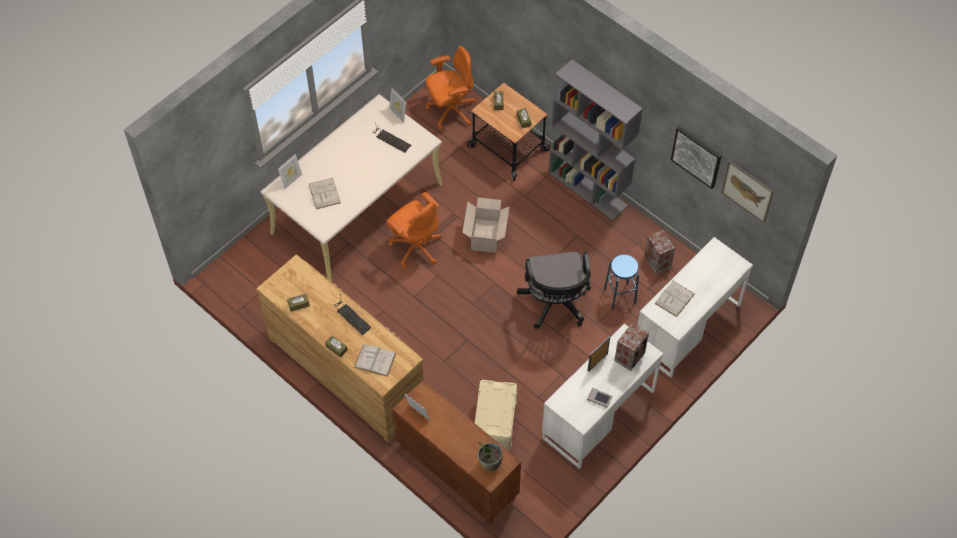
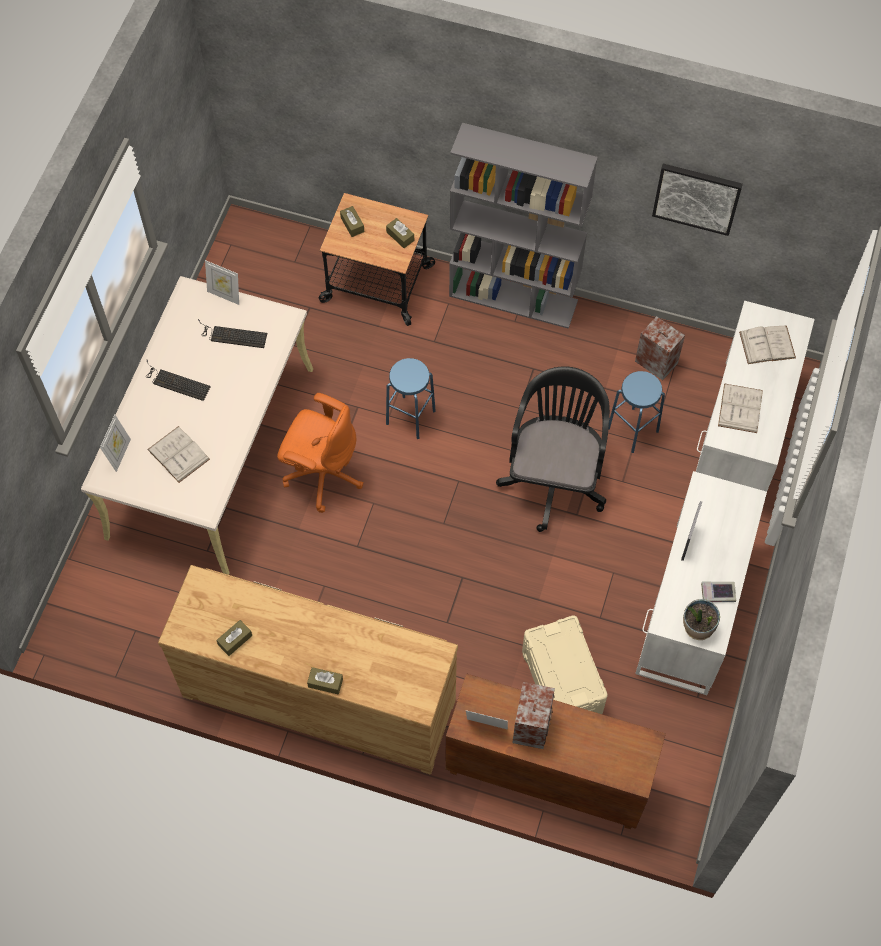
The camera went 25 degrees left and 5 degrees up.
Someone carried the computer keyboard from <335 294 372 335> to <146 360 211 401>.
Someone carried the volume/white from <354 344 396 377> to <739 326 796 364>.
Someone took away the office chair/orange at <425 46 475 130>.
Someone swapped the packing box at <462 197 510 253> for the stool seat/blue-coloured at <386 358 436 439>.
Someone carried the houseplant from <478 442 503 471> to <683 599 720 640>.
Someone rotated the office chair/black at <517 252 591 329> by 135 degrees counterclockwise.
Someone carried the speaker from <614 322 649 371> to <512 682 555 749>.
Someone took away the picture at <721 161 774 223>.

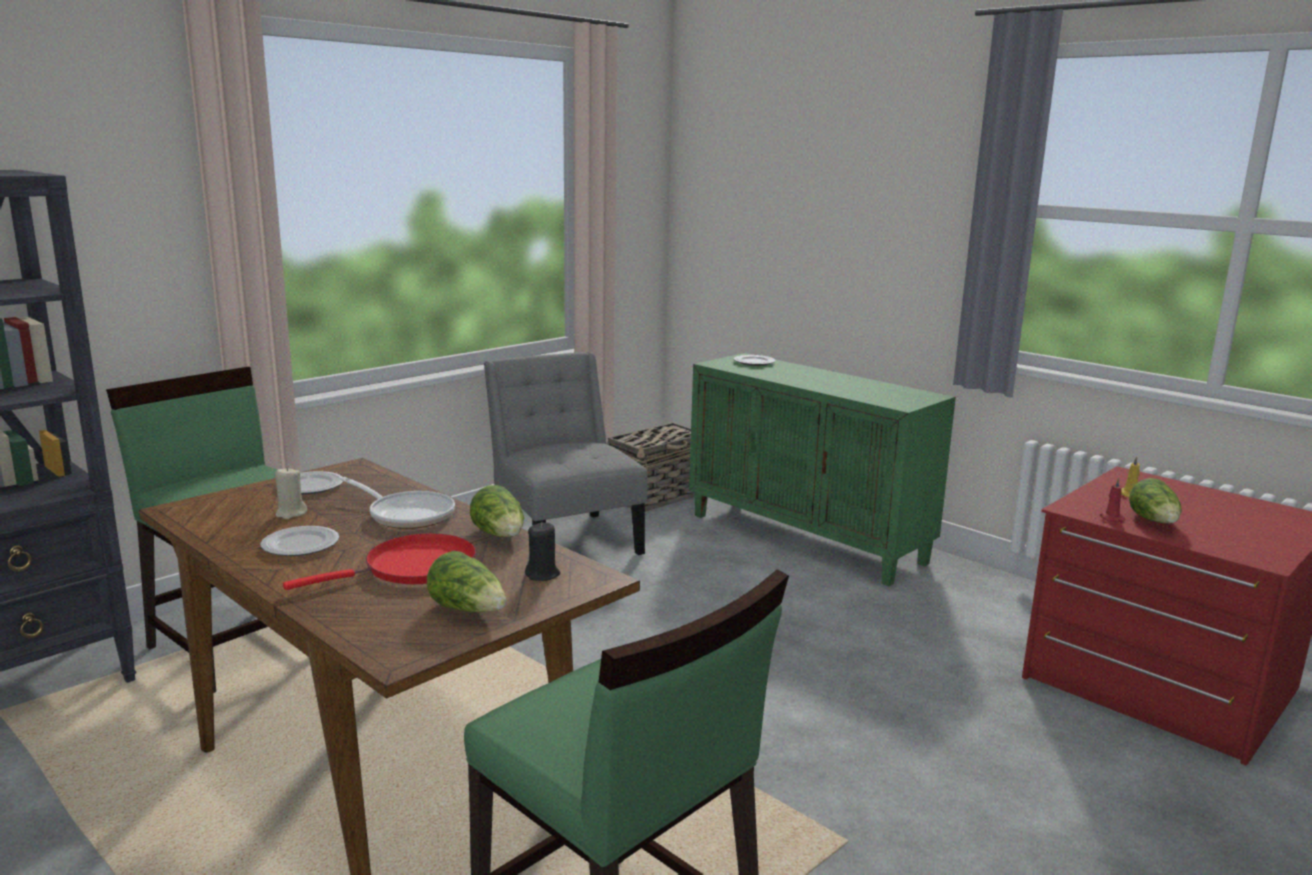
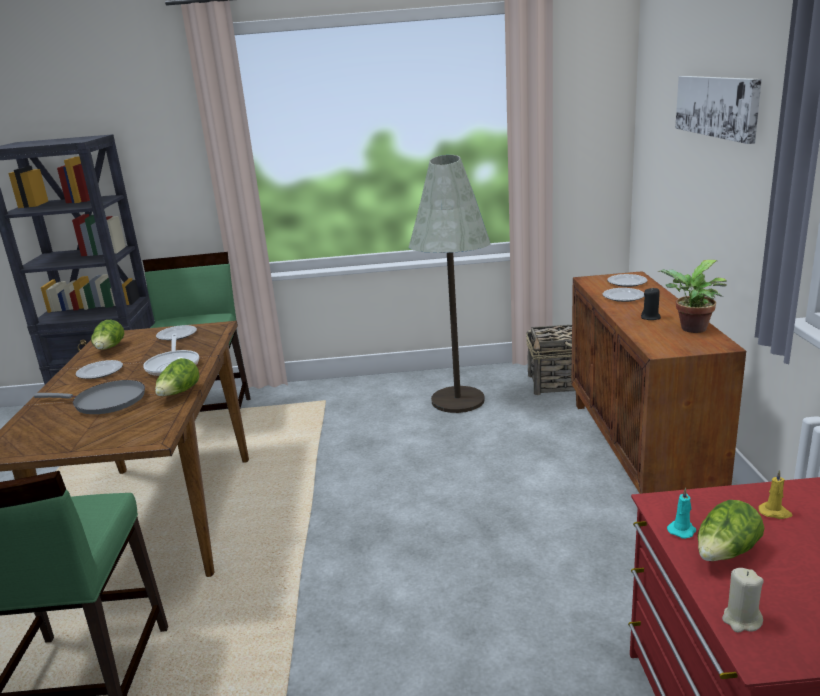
The camera went 45 degrees right and 5 degrees up.
Someone carried the candle/beige-coloured from <275 467 307 519> to <722 568 763 633>.
Someone repainted the frying pan/red at <283 533 476 590>, which became the frying pan/grey at <34 380 145 414>.
Someone carried the lettuce from <427 551 506 612> to <91 320 124 350>.
Someone swapped the chair/grey at <484 352 648 555> for the standing lamp/grey at <409 155 490 413>.
Someone carried the candle/black from <525 522 560 581> to <641 287 661 320>.
Someone repainted the storage cabinet/green-coloured at <689 353 956 586>, which became the storage cabinet/brown at <571 271 746 494>.
Someone repainted the candle/red at <1100 477 1126 522>, which became the candle/blue-green at <667 488 696 539>.
Someone put down the plate at <603 288 644 302>.
Someone put down the houseplant at <657 260 727 333>.
Someone put up the picture at <675 76 762 144>.

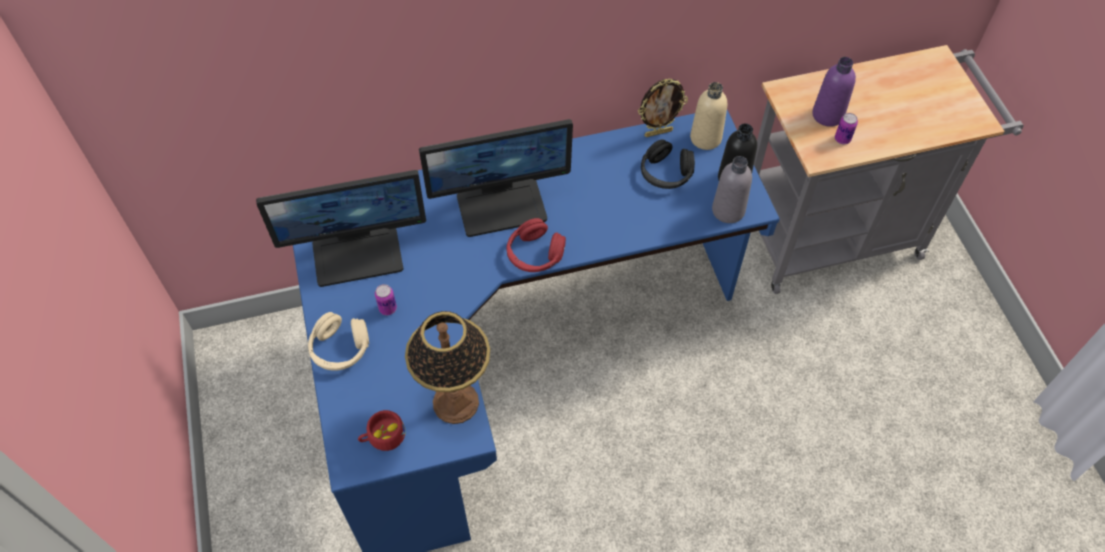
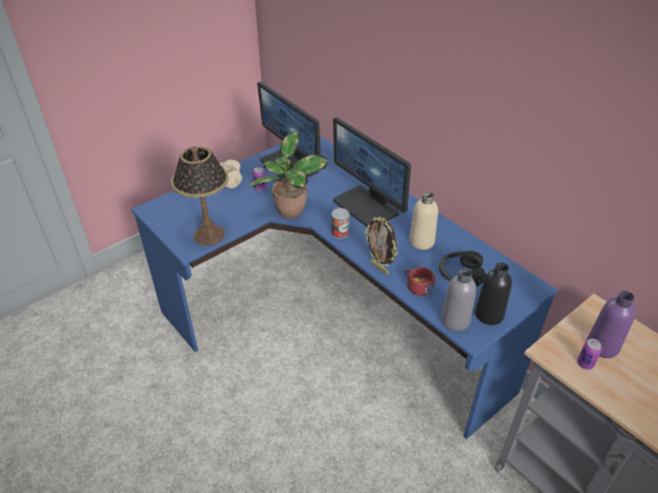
The camera went 65 degrees right and 15 degrees down.
Someone carried the drinking cup/red from <358 410 406 451> to <405 267 435 296>.
Someone swapped the headset/red at <507 218 566 272> for the can at <331 208 350 239>.
Someone carried the photo frame from <638 79 688 137> to <365 217 398 275>.
Someone carried the beverage bottle/beige-coloured from <690 82 727 150> to <409 191 438 250>.
Someone put down the houseplant at <249 132 328 218>.

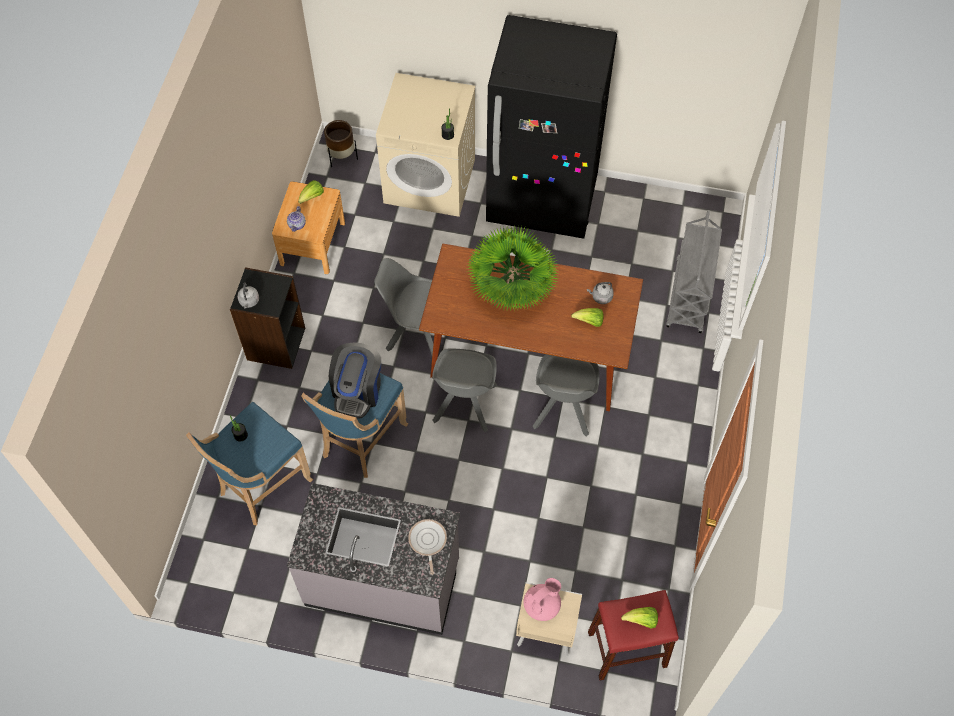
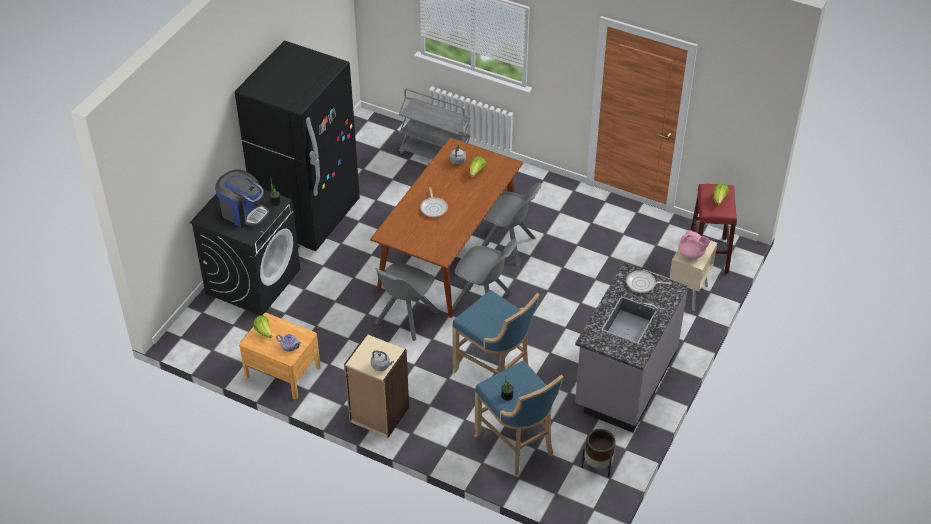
The camera went 75 degrees left and 15 degrees down.
Someone repainted the bookshelf/black at <230 267 305 369>, which became the bookshelf/beige-coloured at <344 334 409 438>.
Someone carried the plant pot/brown from <324 120 358 167> to <582 429 616 478>.
Someone carried the coffee machine from <329 342 381 418> to <215 169 269 227>.
Someone repainted the washing machine/beige-coloured at <376 73 475 217>, which became the washing machine/black at <190 189 300 316>.
Someone swapped the houseplant at <467 225 559 311> for the frying pan at <420 187 448 218>.
Someone rotated the pot for tea/pink-coloured at <523 578 561 621> by 150 degrees clockwise.

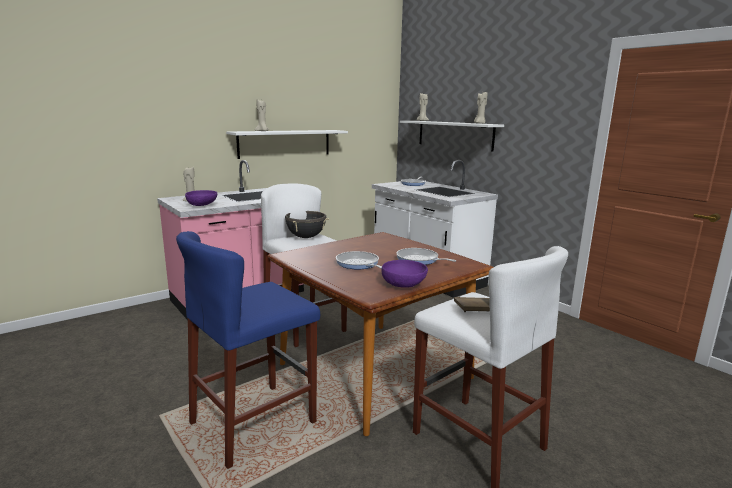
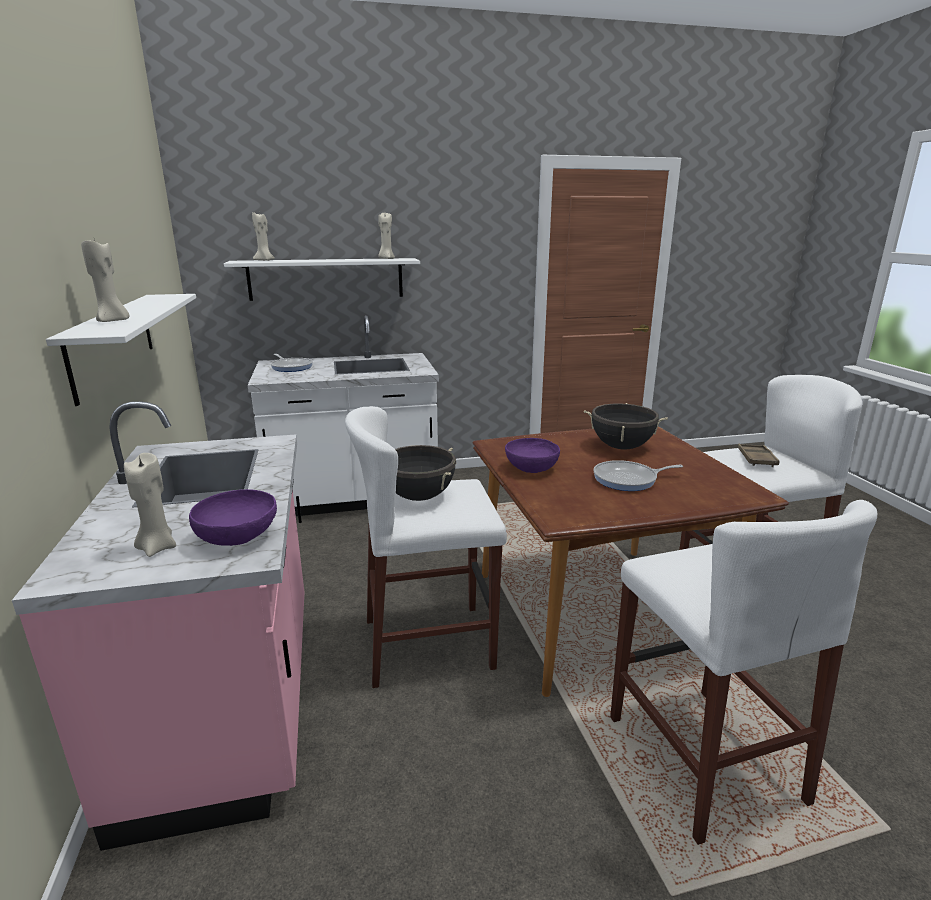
The camera went 65 degrees left and 5 degrees up.
Someone repainted the stool seat/blue-coloured at <176 231 320 469>, which became the stool seat/white at <610 500 877 845>.
Someone carried the bowl/purple-coloured from <382 260 428 288> to <505 438 560 473>.
Someone swapped the frying pan at <396 248 456 265> for the cooking pot/black at <584 403 668 450>.

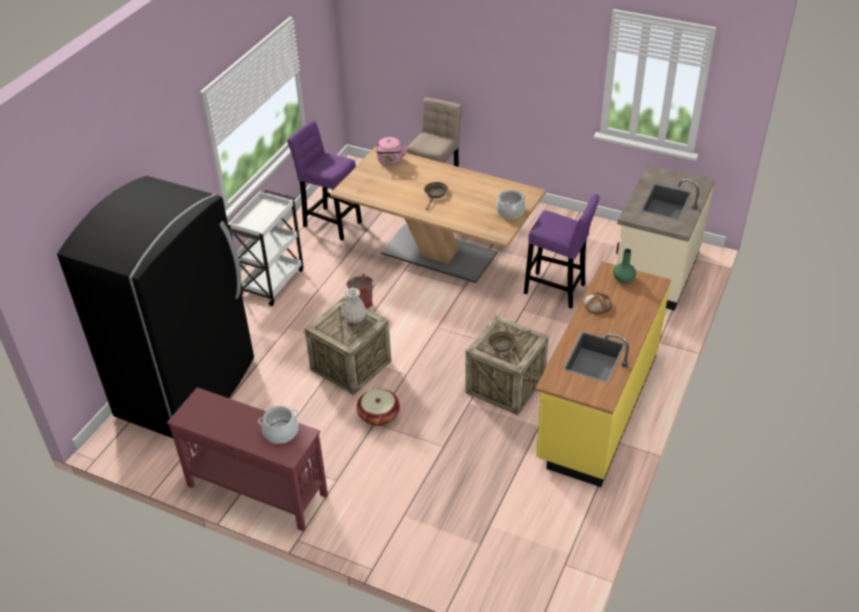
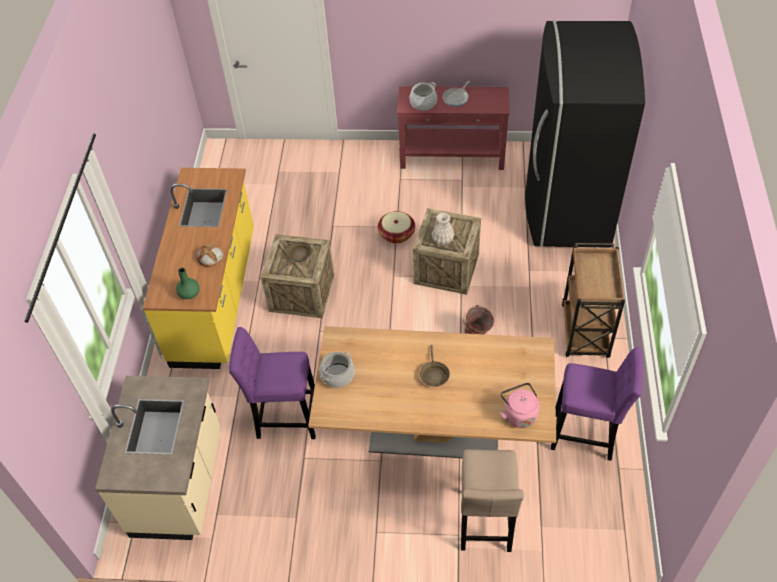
The camera went 160 degrees right and 10 degrees up.
Someone repainted the wheeled cart/white at <228 190 303 306>, which became the wheeled cart/brown at <562 243 625 358>.
Someone put down the frying pan at <443 81 470 107>.

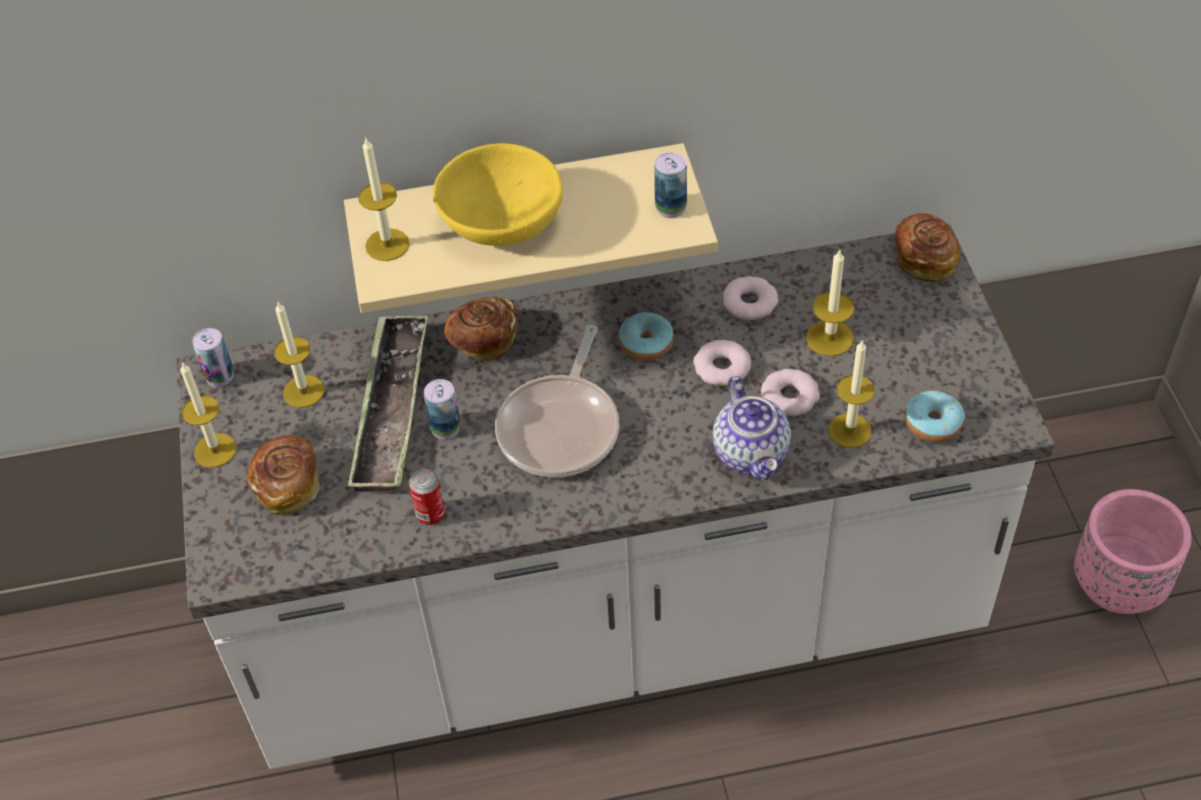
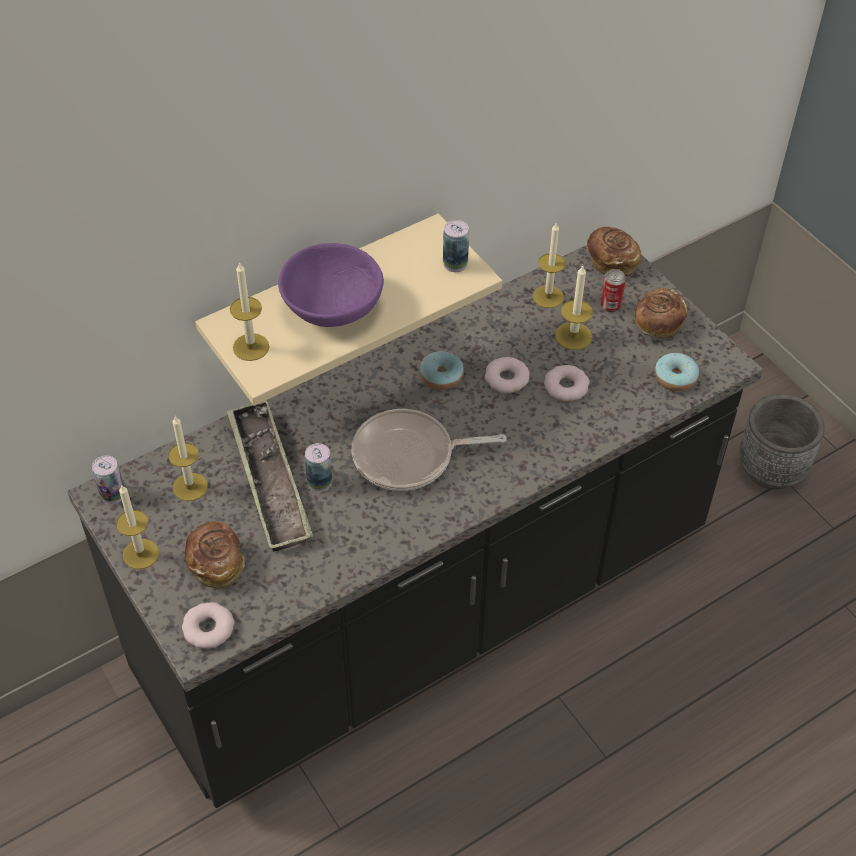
The camera went 25 degrees left and 0 degrees up.
Someone repainted the counter/white at <176 224 1055 769>, which became the counter/black at <67 245 763 808>.
Someone carried the can from <409 469 445 525> to <600 269 626 312>.
Someone repainted the bowl/yellow at <433 143 563 246>, which became the bowl/purple-coloured at <278 243 384 327>.
Someone carried the bread from <444 296 518 361> to <635 288 687 338>.
Someone rotated the frying pan at <495 325 619 478> by 90 degrees clockwise.
Someone took away the pot for tea at <713 376 791 481>.
Someone carried the donut from <723 276 778 320> to <182 602 234 649>.
Someone carried the candle from <829 340 874 448> to <533 223 565 308>.
Someone repainted the plant pot/pink-coloured at <1074 489 1192 614>, which became the plant pot/grey at <739 394 825 490>.

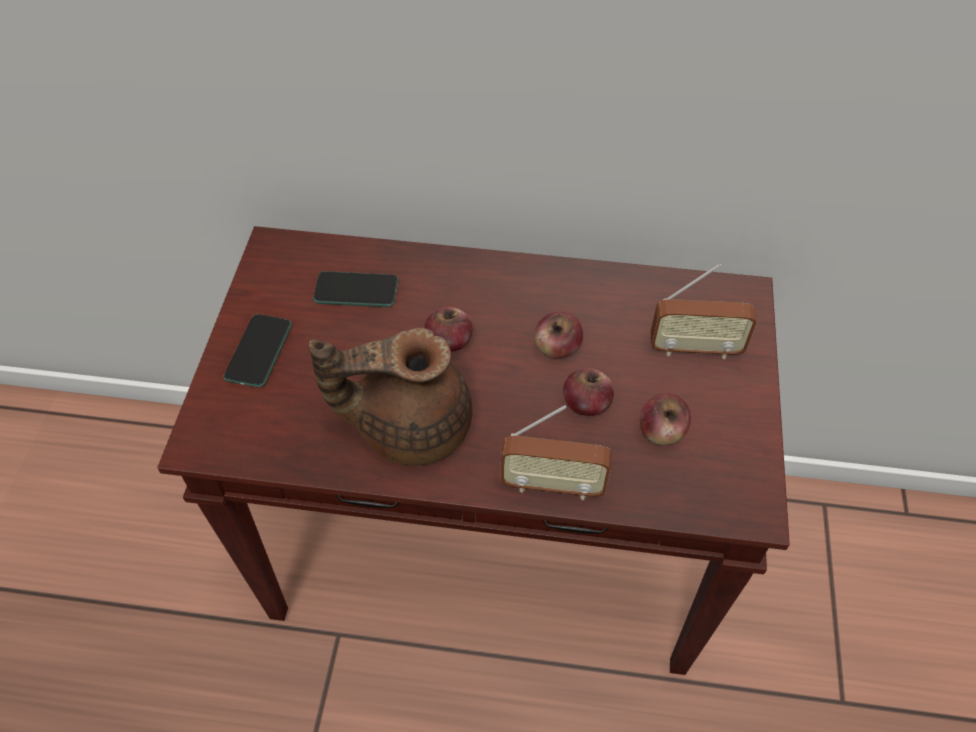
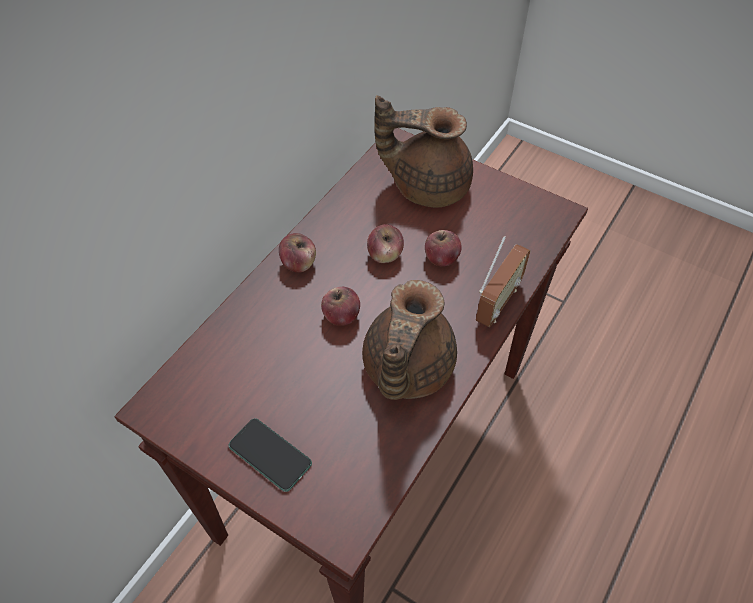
The camera went 65 degrees left and 0 degrees up.
Someone took away the phone at <313 271 398 307>.
Someone carried the apple from <640 393 691 445> to <279 233 316 273>.
Someone swapped the radio at <651 263 757 359> for the pot for tea/brown at <374 95 473 207>.

